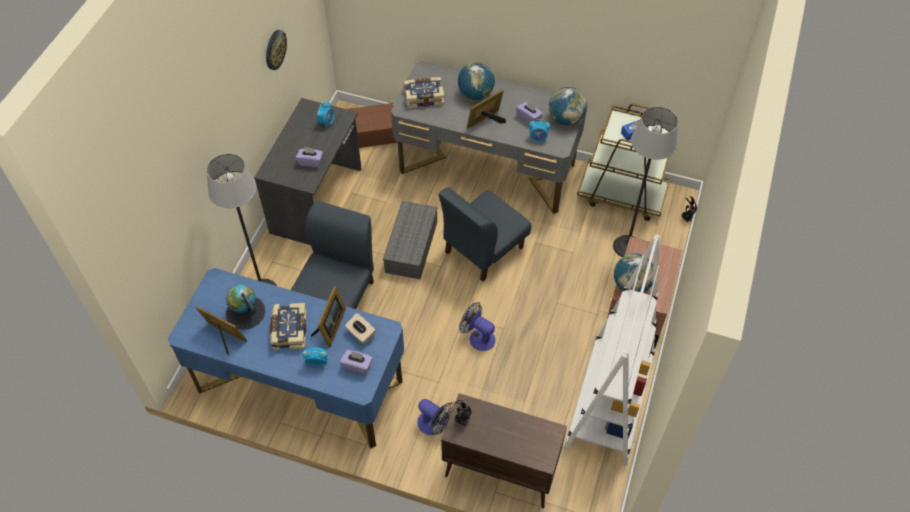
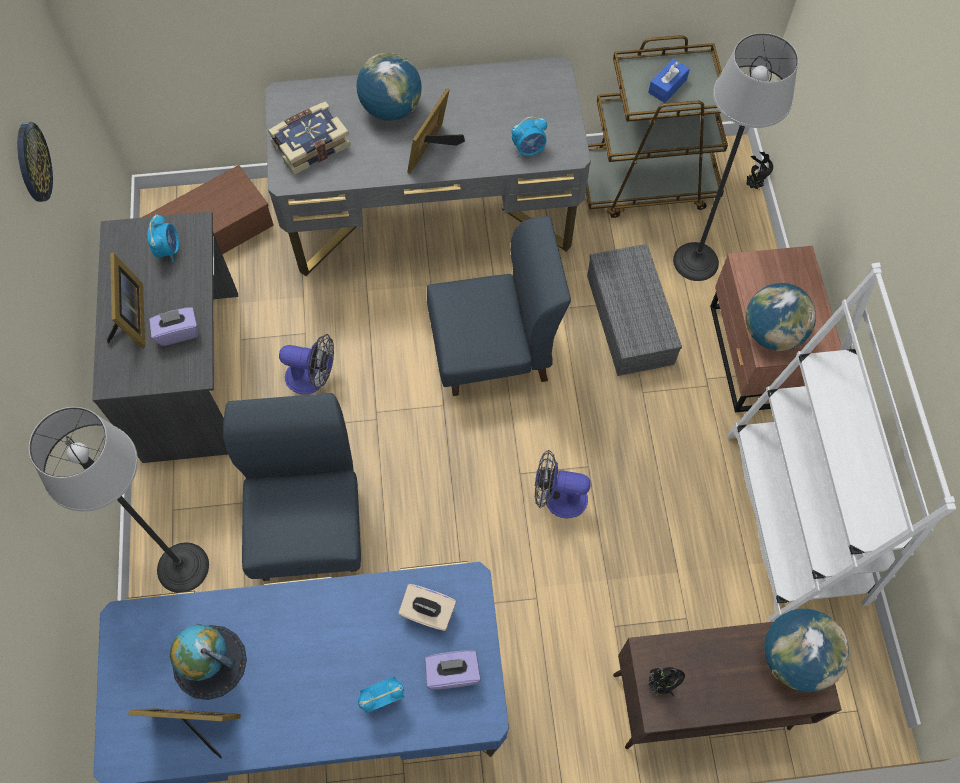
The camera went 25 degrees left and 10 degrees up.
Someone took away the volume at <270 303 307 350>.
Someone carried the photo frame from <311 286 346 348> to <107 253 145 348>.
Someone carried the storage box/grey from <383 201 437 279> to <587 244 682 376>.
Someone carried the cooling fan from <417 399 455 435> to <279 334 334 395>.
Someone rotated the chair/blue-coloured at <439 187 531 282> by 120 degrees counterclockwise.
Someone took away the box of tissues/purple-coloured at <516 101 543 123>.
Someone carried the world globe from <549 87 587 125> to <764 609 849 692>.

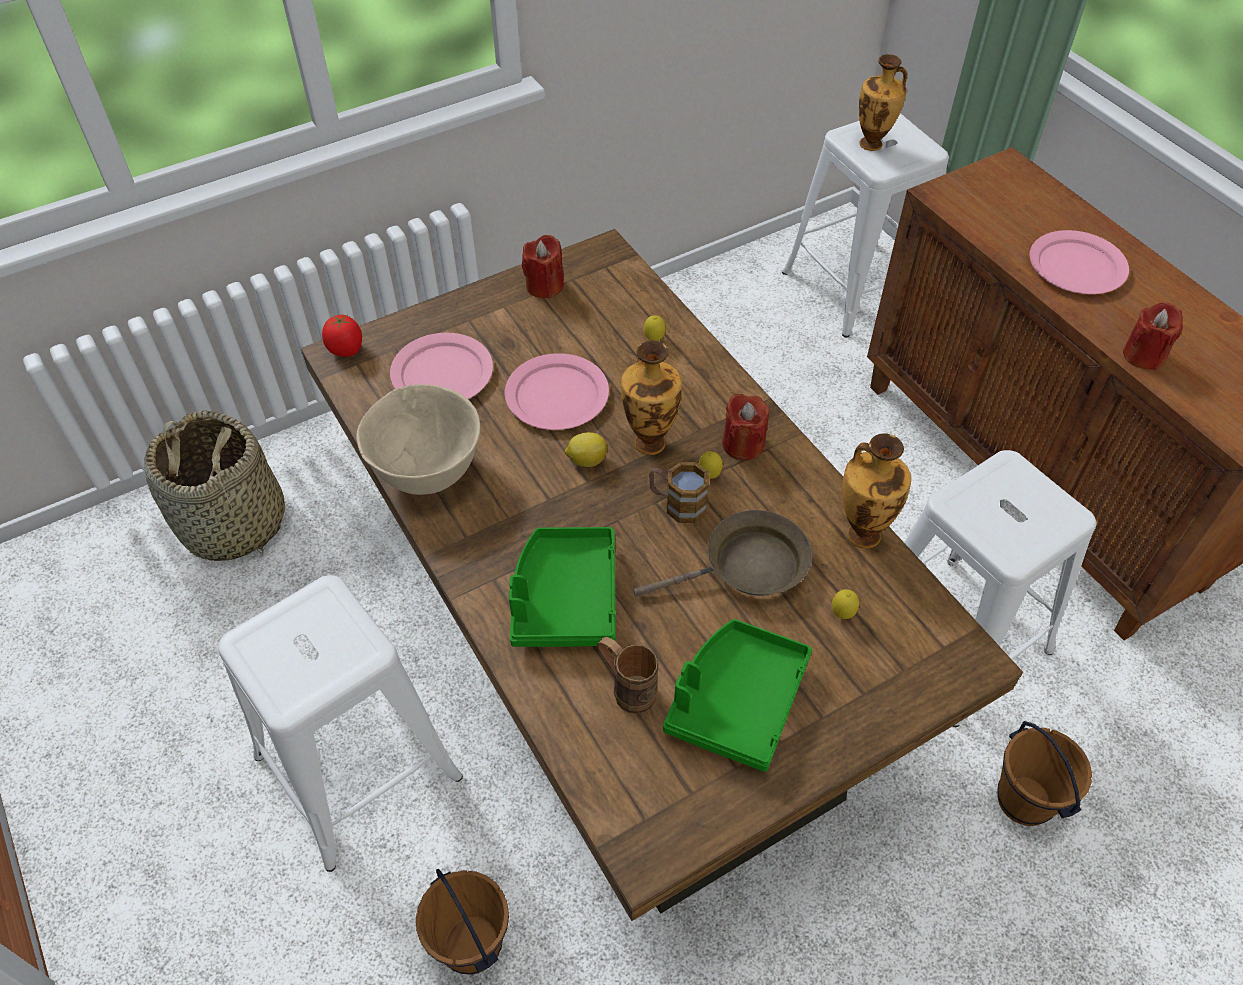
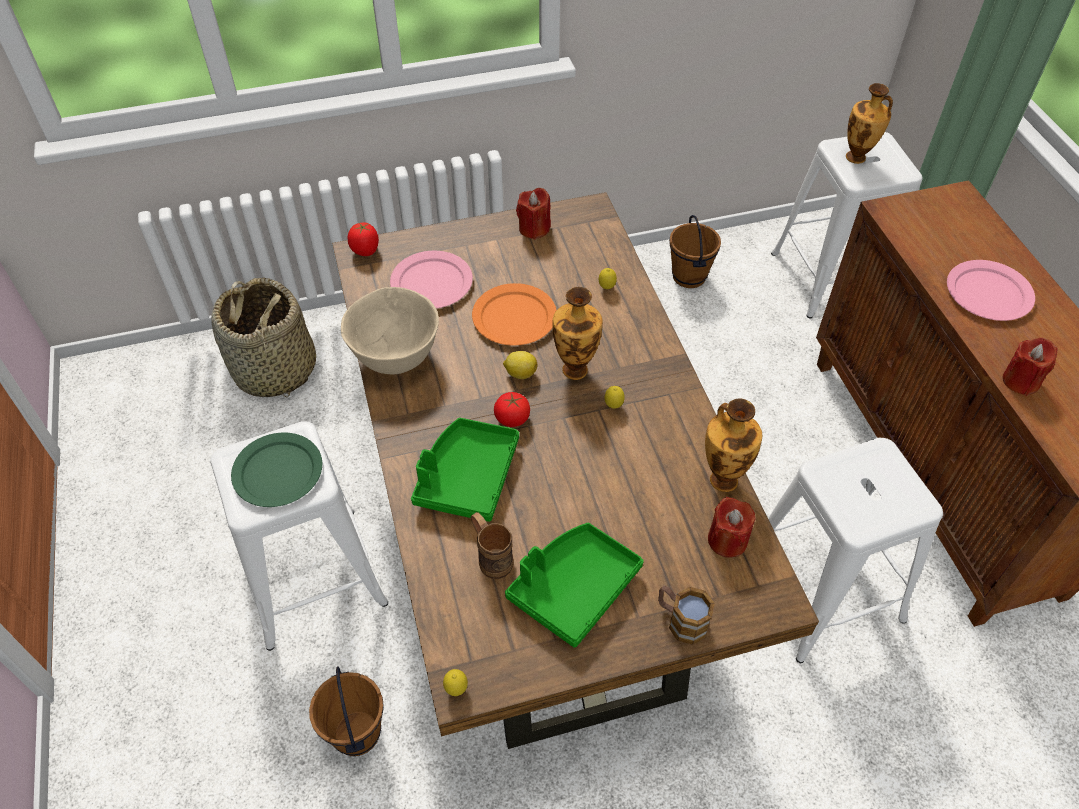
The camera went 15 degrees right and 0 degrees up.
Someone repainted the plate/pink-coloured at <505 353 609 430>, which became the plate/orange at <472 283 556 346>.
Someone took away the frying pan/brown at <633 510 812 597>.
Someone carried the coffee mug from <649 462 709 523> to <658 586 715 645>.
Someone carried the candle/red from <722 394 769 461> to <708 497 755 558>.
Someone carried the citrus fruit from <832 589 859 619> to <443 669 468 696>.
Someone carried the bucket/brown from <997 721 1092 826> to <669 215 721 288>.
Someone put down the plate/green-coloured at <231 432 322 507>.
Someone put down the tomato at <494 392 530 427>.

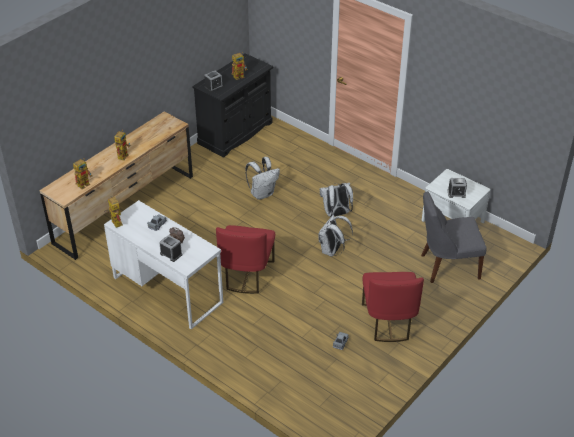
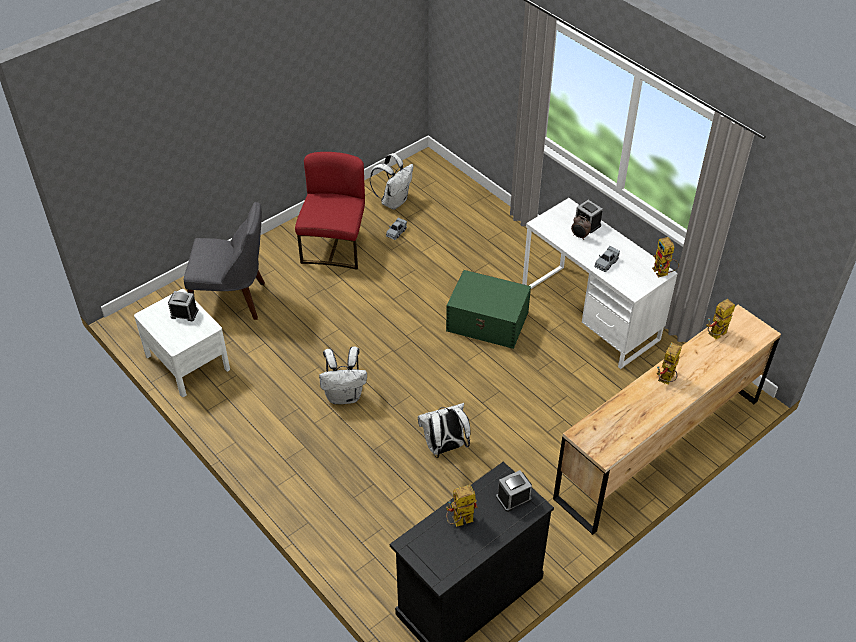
The camera went 170 degrees left and 5 degrees up.
Someone swapped the chair/red at <216 225 275 294> for the storage box/green-coloured at <446 270 531 349>.
Someone carried the knapsack/white from <318 215 353 257> to <370 153 414 210>.

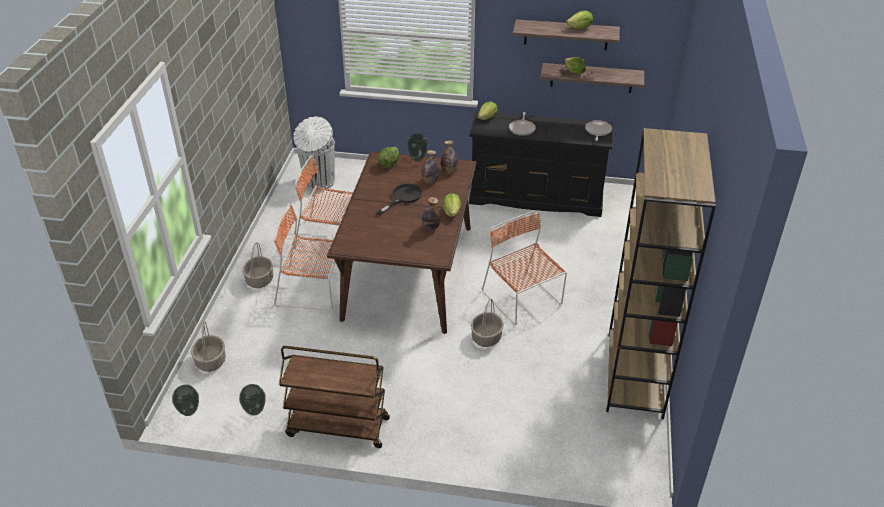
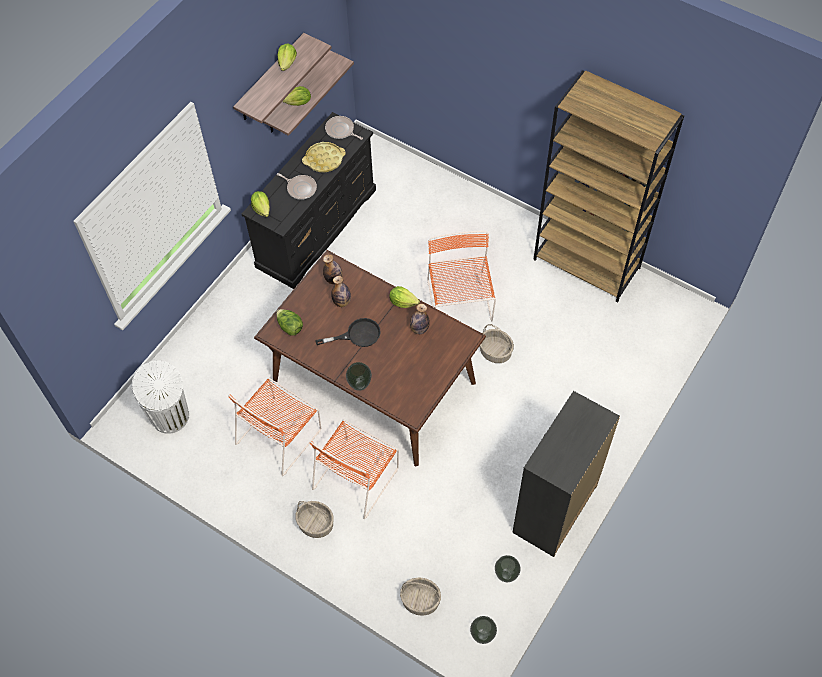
The camera went 65 degrees left and 20 degrees up.
Someone swapped the wheeled cart/brown at <279 346 390 448> for the chest of drawers/black at <512 391 620 557>.
Someone rotated the frying pan/black at <376 184 422 216> by 105 degrees clockwise.
Someone carried the vase from <407 133 428 162> to <346 362 372 391>.
Someone rotated the chair/orange at <482 210 567 325> by 90 degrees clockwise.
Someone put down the serving tray/yellow at <302 142 346 172>.

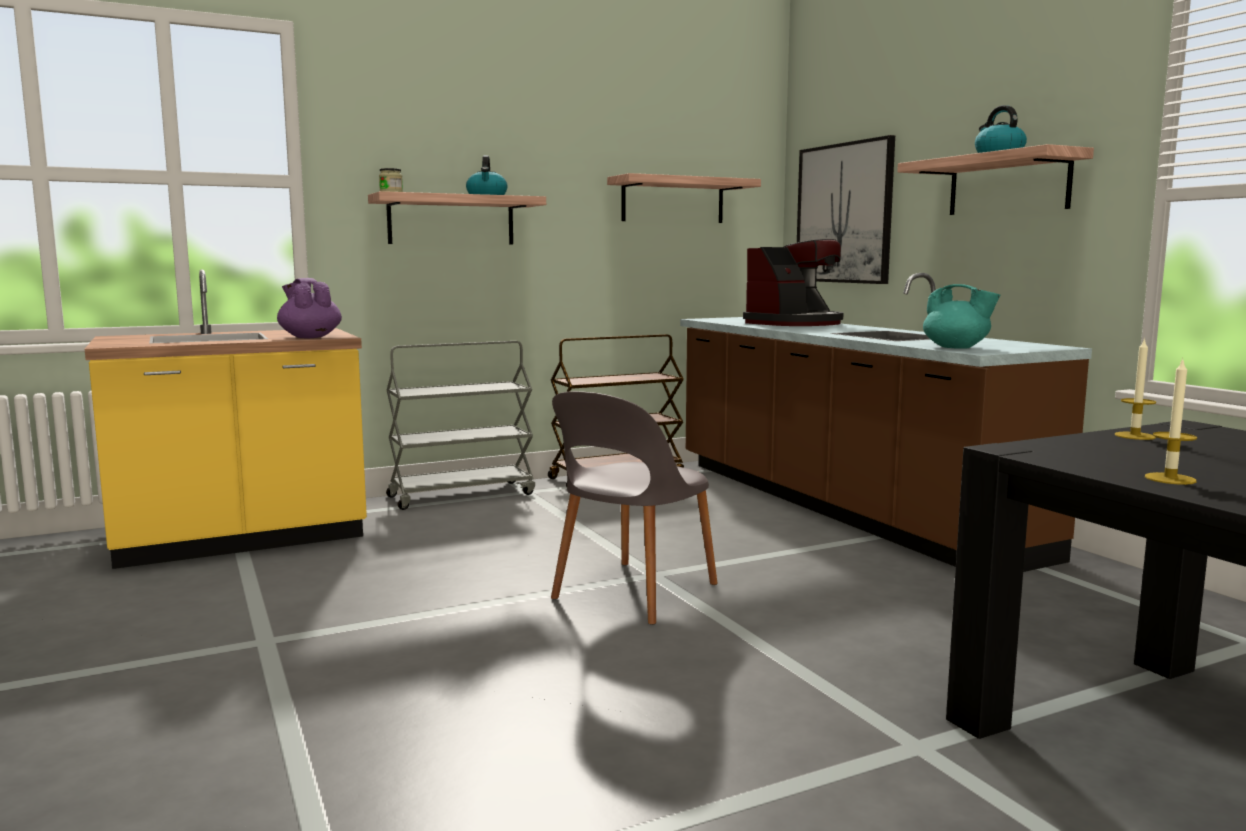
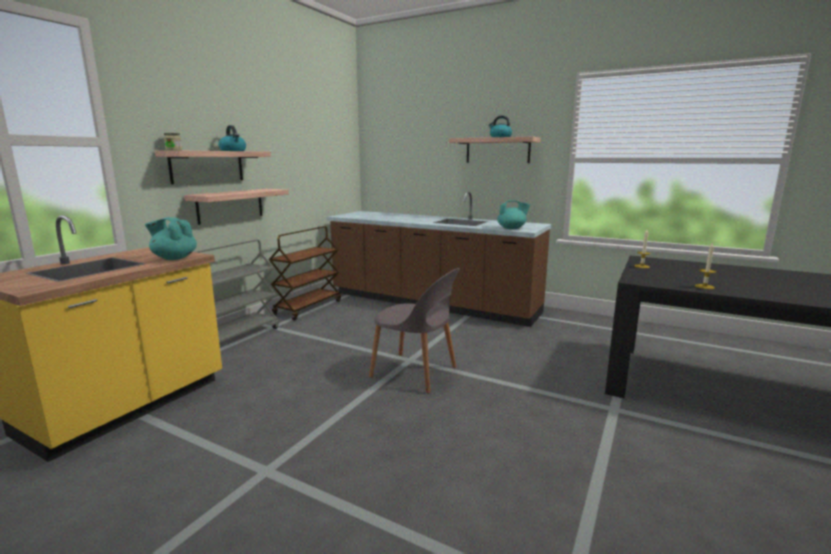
The camera went 35 degrees left and 5 degrees up.
Someone repainted the pot for tea/purple-coloured at <277 278 342 338>, which became the pot for tea/blue-green at <145 217 197 260>.
Someone rotated the chair/grey at <551 391 718 625> by 60 degrees counterclockwise.
Someone carried the bracket shelf from <607 173 761 223> to <184 189 289 225>.
Someone took away the coffee machine at <743 239 844 326>.
Someone took away the picture at <797 135 895 284>.

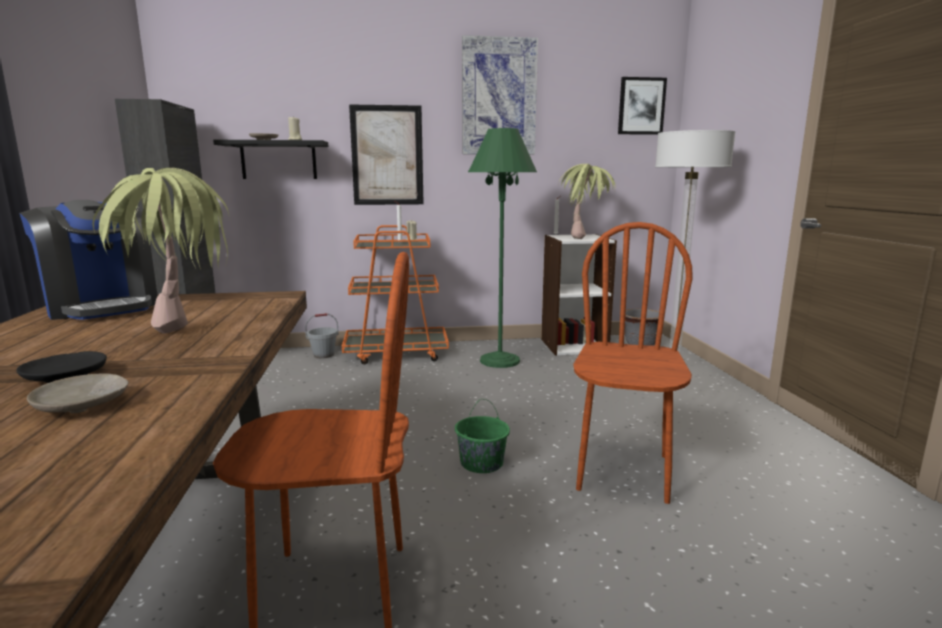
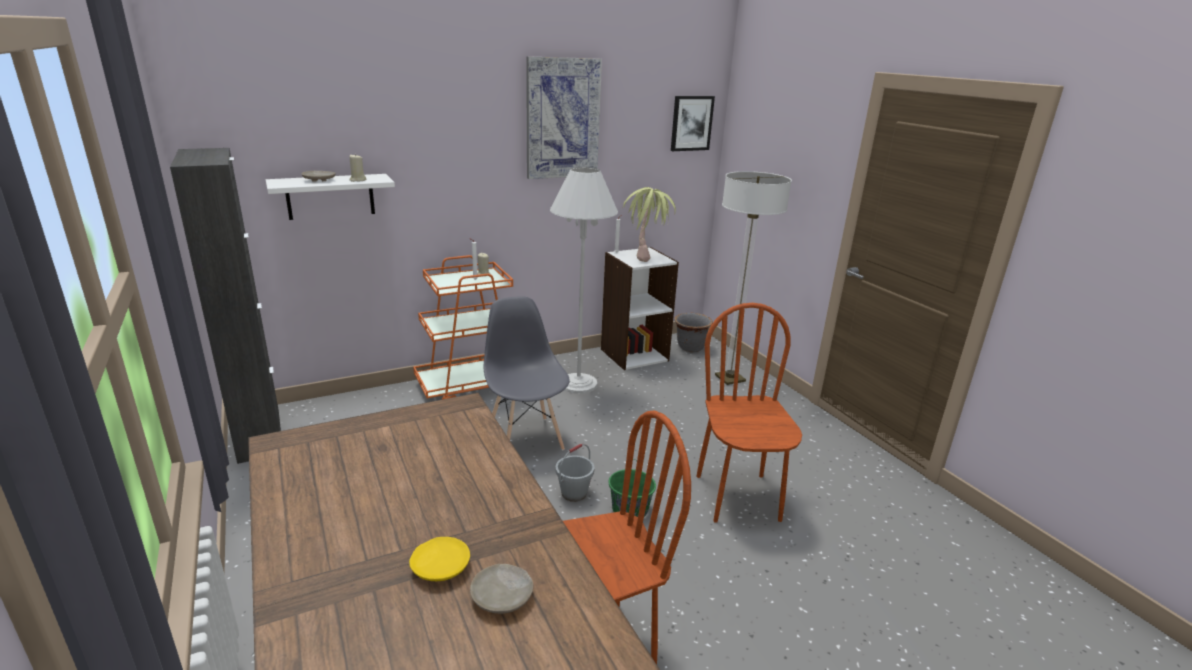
The camera went 20 degrees left and 10 degrees up.
Someone repainted the plate/black at <16 351 107 383>, which became the plate/yellow at <409 537 470 581>.
Someone took away the coffee machine at <19 200 158 320>.
Someone took away the houseplant at <93 168 229 334>.
Someone repainted the bracket shelf/black at <213 140 328 179>, which became the bracket shelf/white at <266 174 395 220>.
Someone carried the bucket/grey from <305 313 339 358> to <555 444 595 502>.
Someone took away the picture at <349 104 424 205>.
Someone repainted the standing lamp/green-coloured at <468 128 537 368>, which became the standing lamp/white at <550 167 618 394>.
Someone put down the chair/grey at <484 296 570 451>.

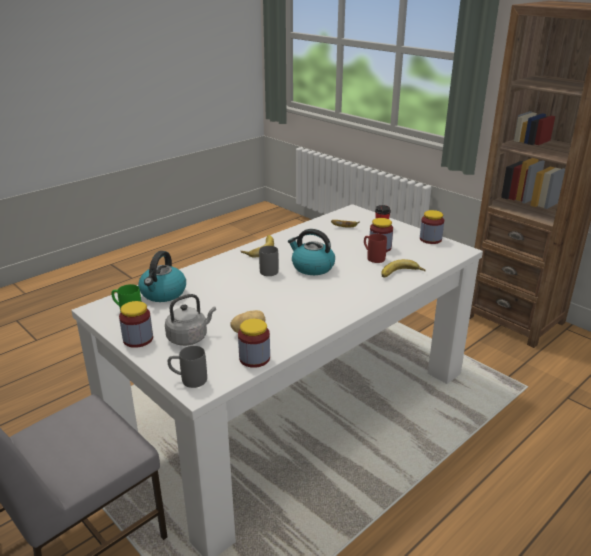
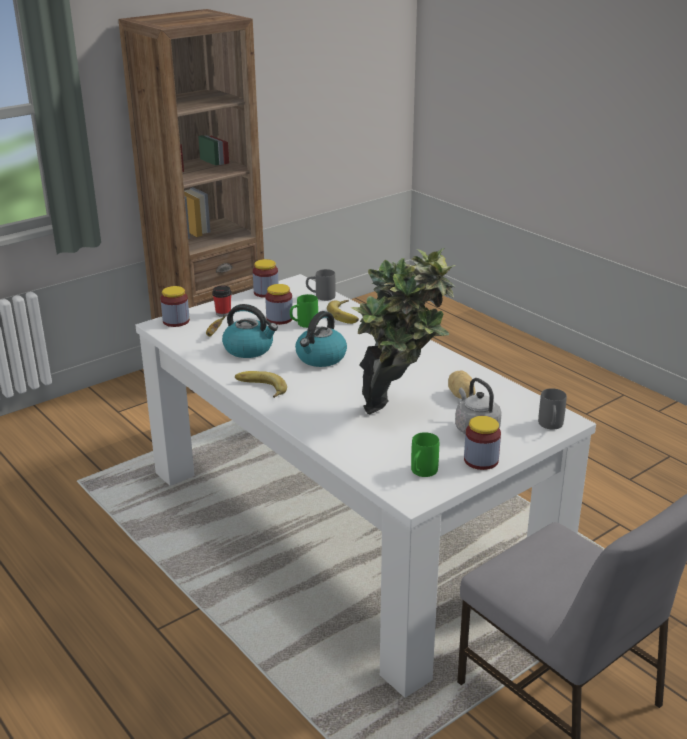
The camera went 85 degrees left and 0 degrees up.
Someone carried the kettle from <138 251 186 302> to <222 304 278 358>.
Someone carried the jar from <238 319 270 368> to <160 286 190 327>.
Someone carried the coffee mug/grey from <259 246 279 276> to <306 269 336 301>.
Someone repainted the coffee mug/red at <364 234 387 263>, which became the coffee mug/green-coloured at <290 294 318 328>.
Someone put down the houseplant at <350 248 456 414>.

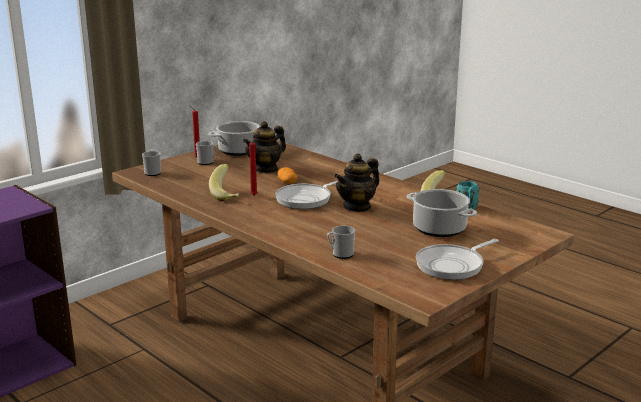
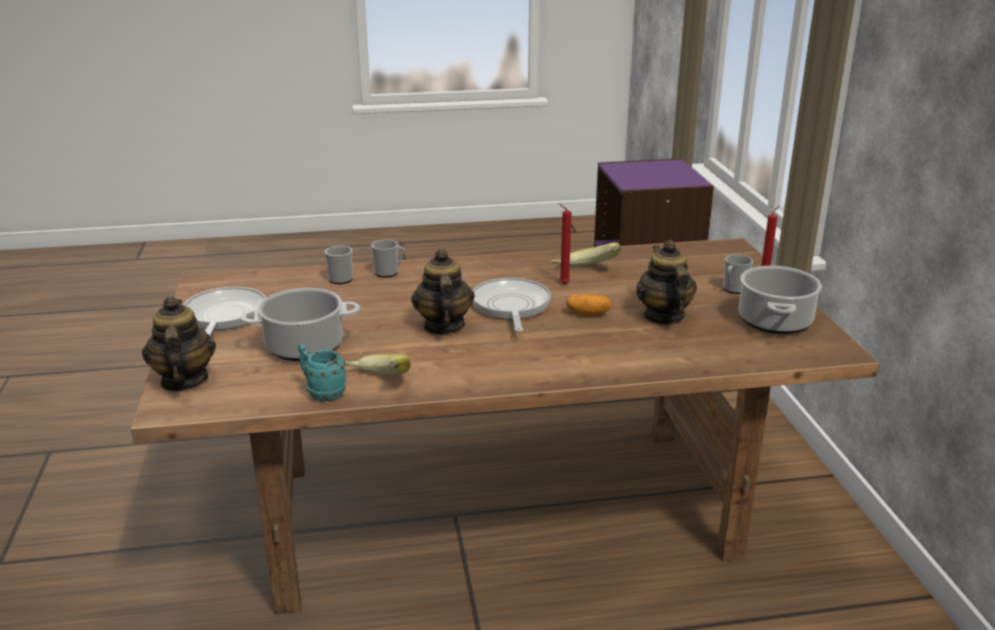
The camera went 125 degrees right and 5 degrees up.
Someone carried the coffee mug from <142 151 161 176> to <371 240 404 278>.
Someone put down the pot for tea at <142 296 216 391>.

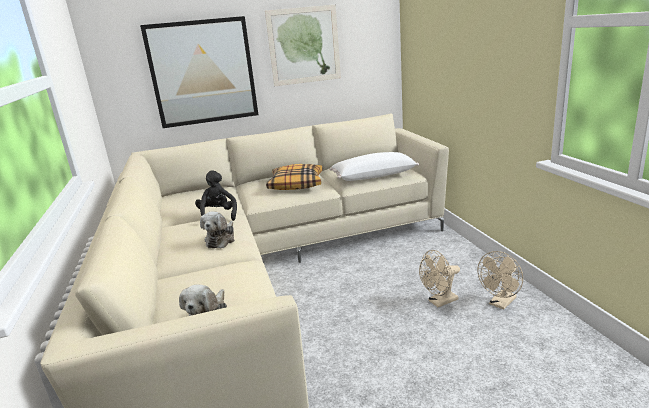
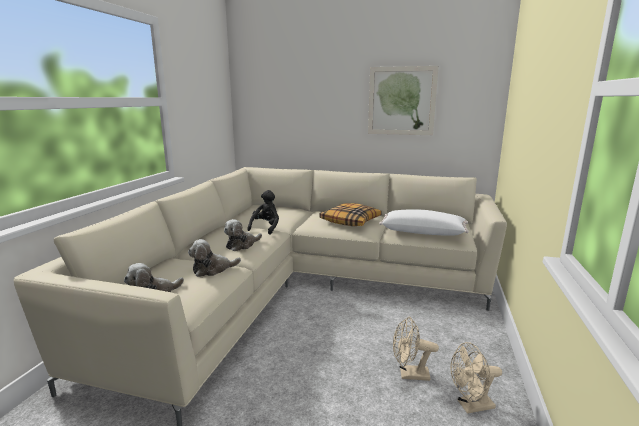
The camera went 30 degrees right and 5 degrees down.
Someone took away the picture at <140 16 258 128>.
Someone put down the cuddly toy at <188 239 241 277>.

